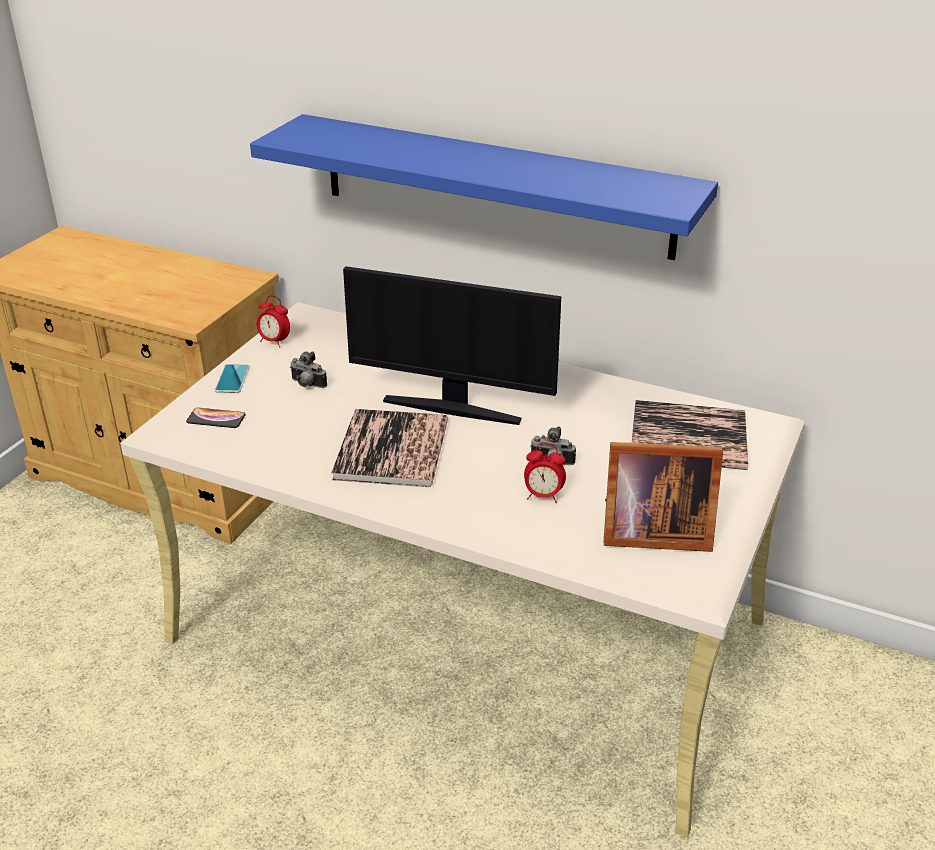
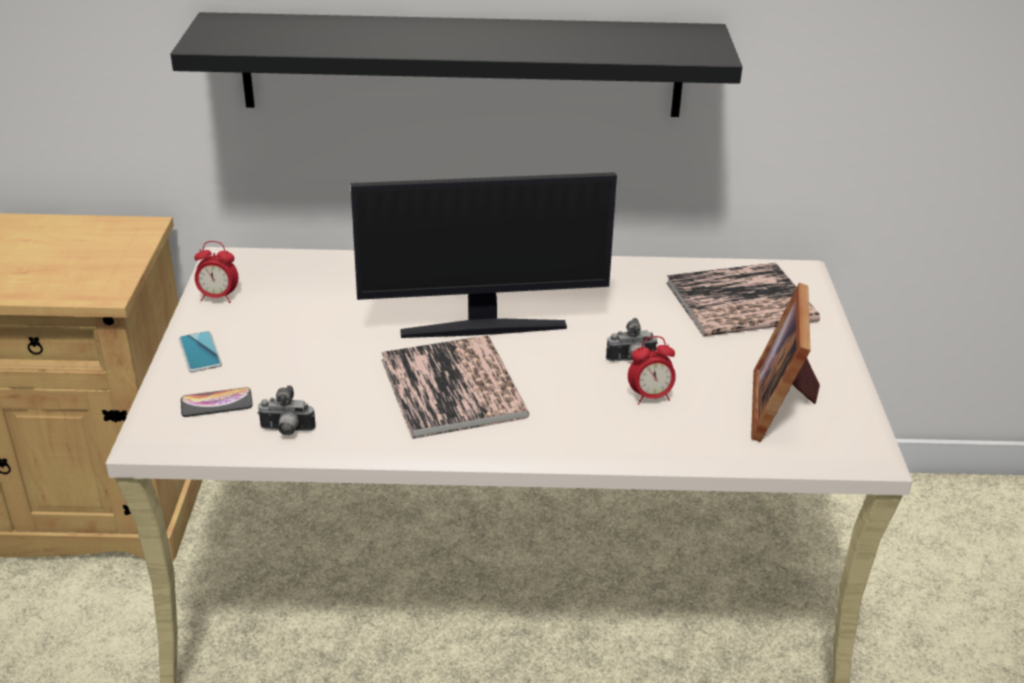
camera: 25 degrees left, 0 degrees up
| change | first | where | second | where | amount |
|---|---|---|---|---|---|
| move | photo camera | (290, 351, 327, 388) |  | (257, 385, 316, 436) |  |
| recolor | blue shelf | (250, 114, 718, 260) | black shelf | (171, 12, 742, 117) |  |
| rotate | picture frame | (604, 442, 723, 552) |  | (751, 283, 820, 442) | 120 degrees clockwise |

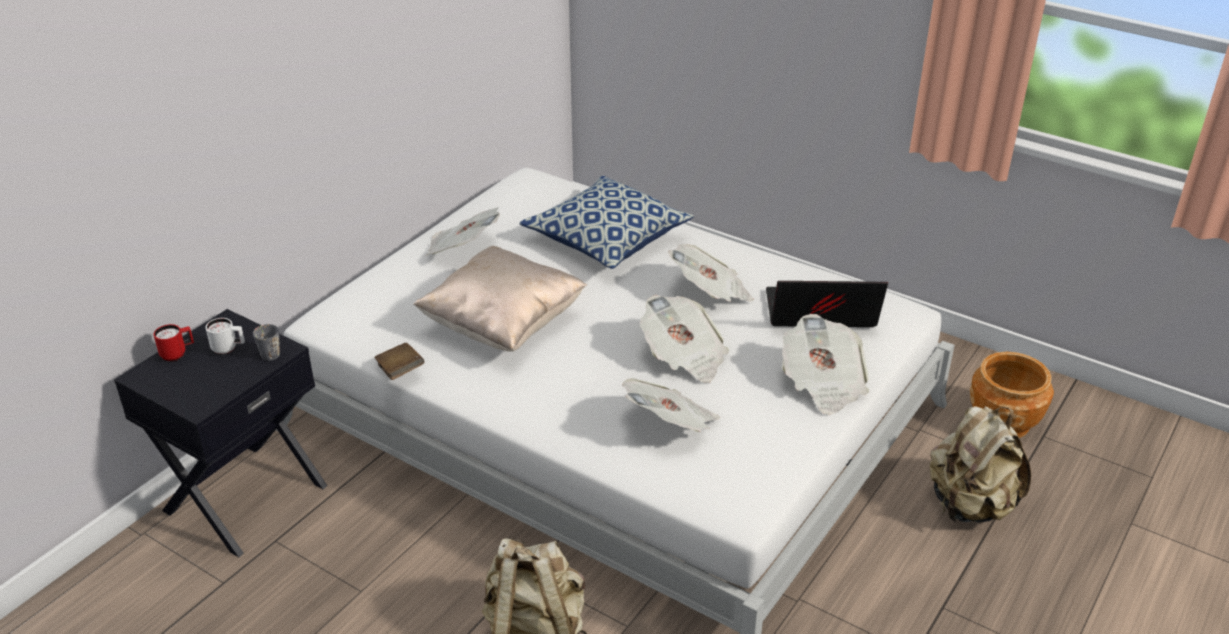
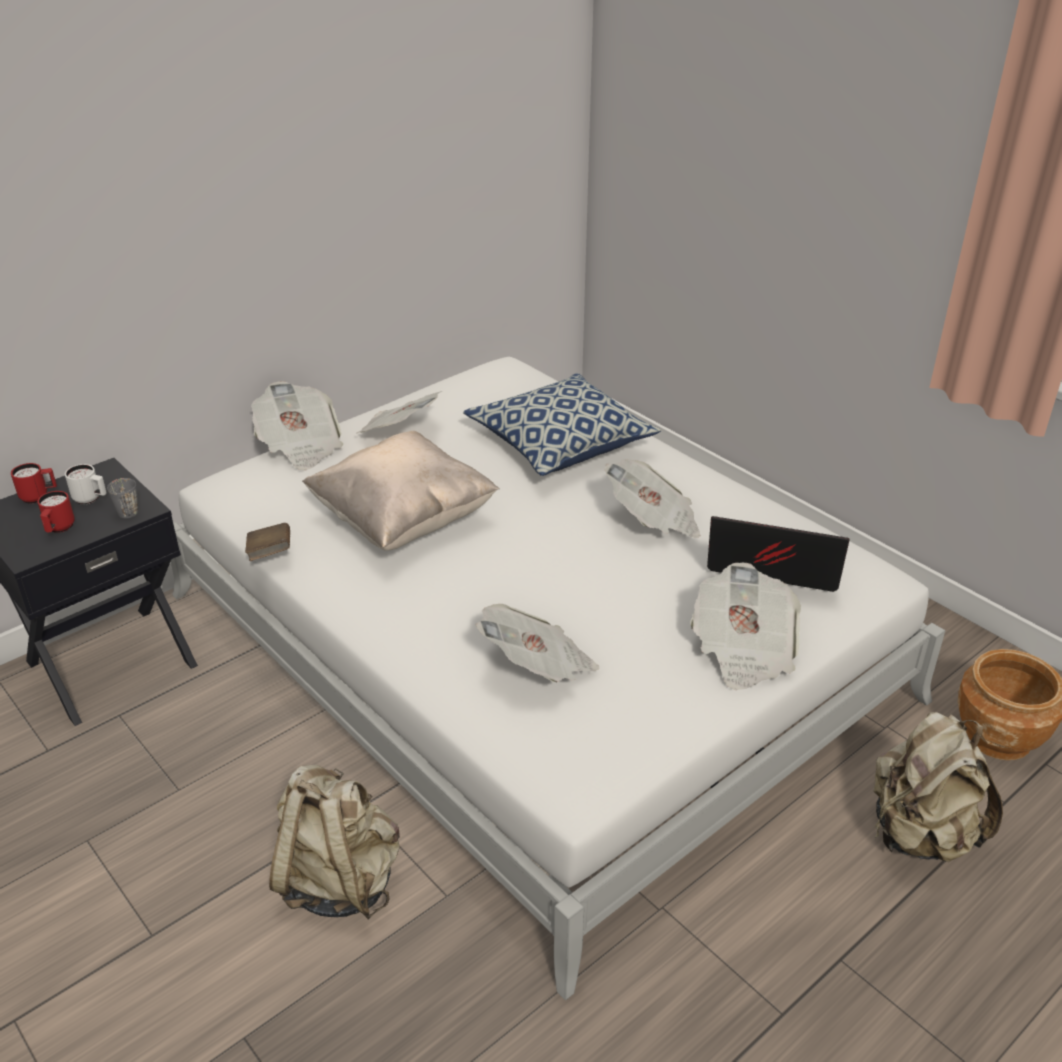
camera: 15 degrees right, 0 degrees up
| change | first | where | second | where | amount |
|---|---|---|---|---|---|
| insert |  |  | red mug | (37, 491, 75, 533) |  |
| move | newspaper | (640, 295, 729, 383) |  | (251, 381, 343, 471) |  |

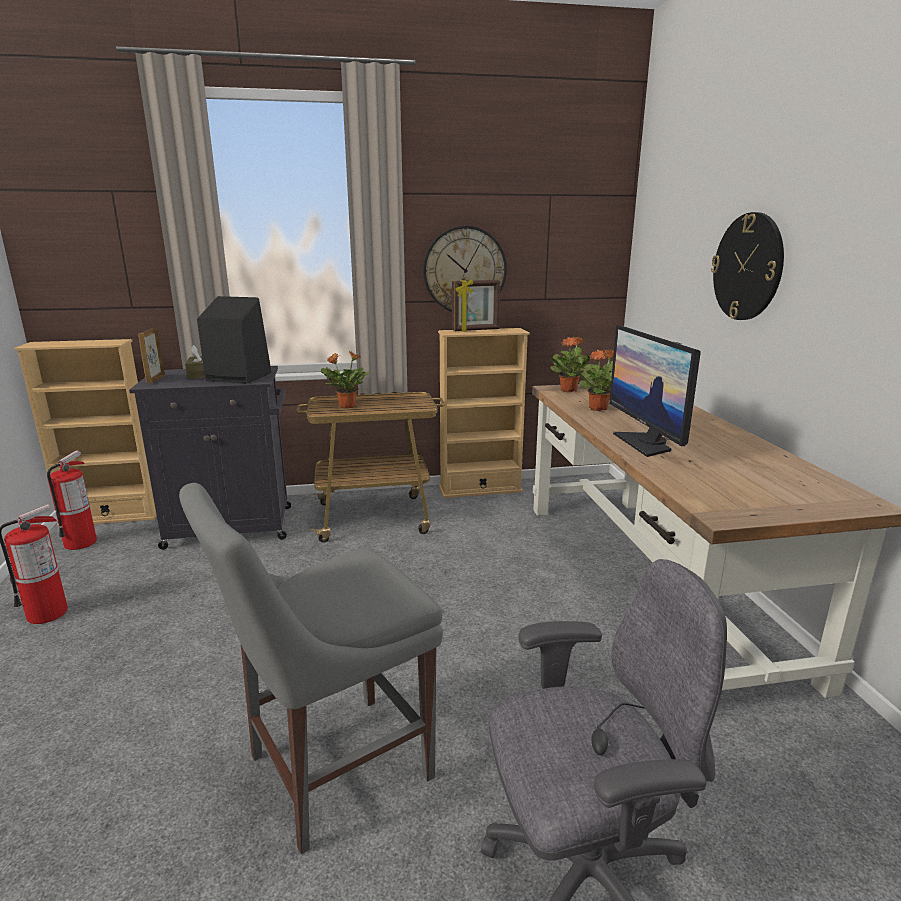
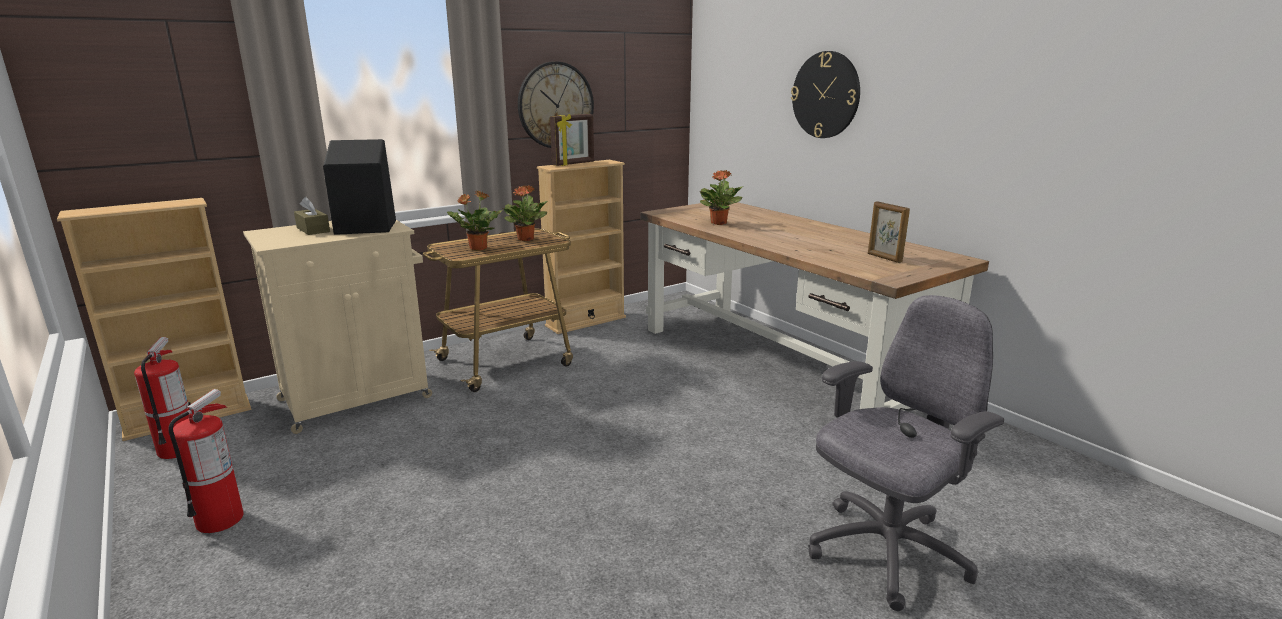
camera: 25 degrees left, 0 degrees up
| change | first | where | second | where | amount |
|---|---|---|---|---|---|
| delete | grey chair | (179, 483, 443, 854) |  |  |  |
| delete | monitor | (609, 325, 701, 457) |  |  |  |
| move | picture frame | (138, 328, 165, 384) |  | (868, 201, 910, 263) |  |
| move | potted plant | (548, 337, 592, 392) |  | (502, 185, 548, 241) |  |
| recolor | black cabinet | (129, 366, 291, 550) | beige cabinet | (243, 220, 432, 434) |  |

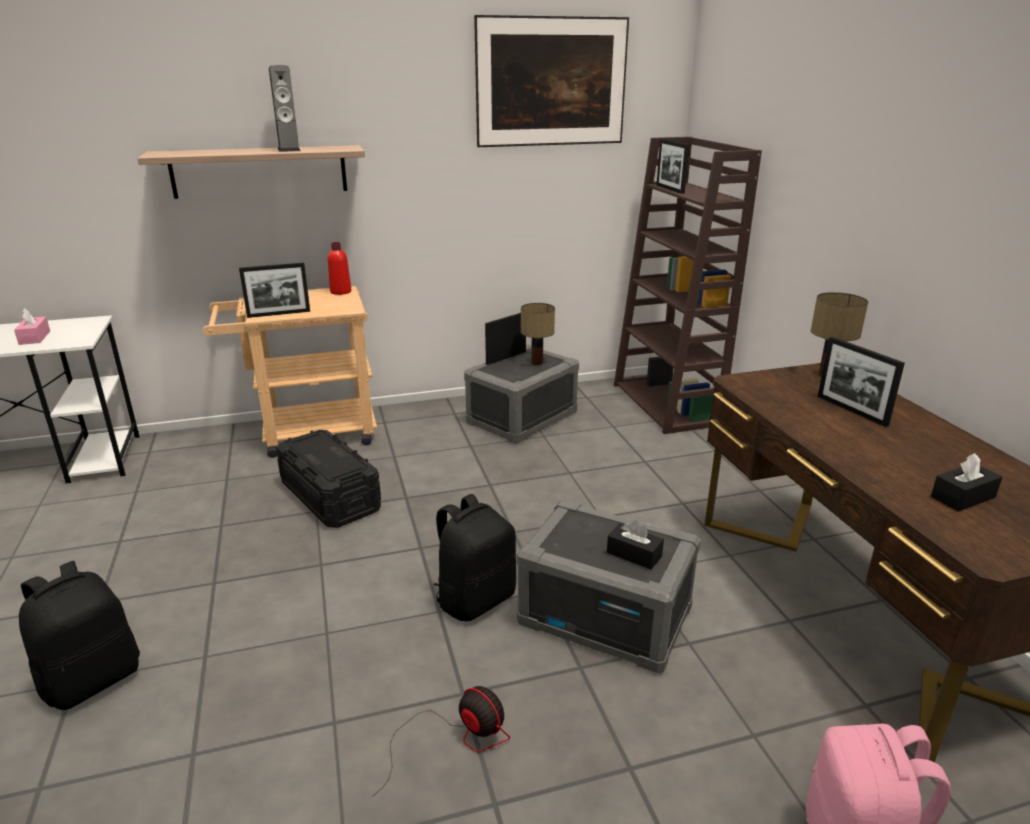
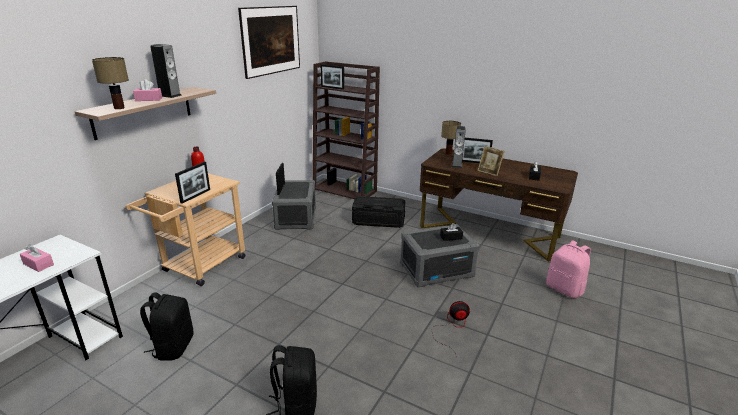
camera: 45 degrees left, 0 degrees up
| change | first | where | second | where | amount |
|---|---|---|---|---|---|
| insert |  |  | pink tissue box | (133, 79, 162, 101) |  |
| insert |  |  | speaker | (452, 126, 465, 168) |  |
| insert |  |  | picture frame | (477, 146, 505, 176) |  |
| move | black storage box | (276, 430, 381, 528) |  | (352, 196, 405, 228) |  |
| move | black backpack | (434, 494, 516, 621) |  | (140, 292, 194, 361) |  |
| move | table lamp | (521, 303, 555, 365) |  | (92, 57, 129, 109) |  |

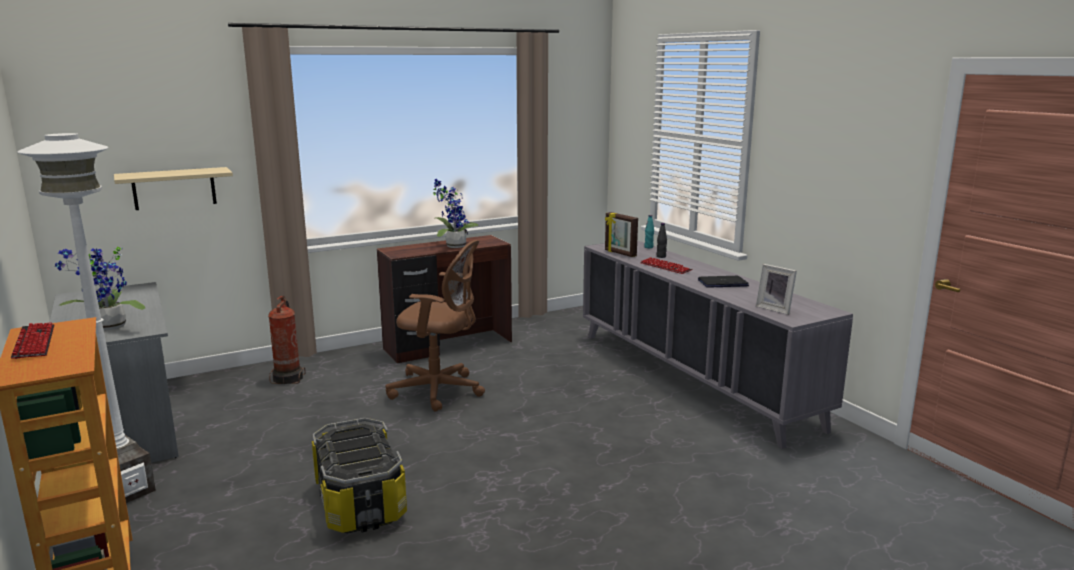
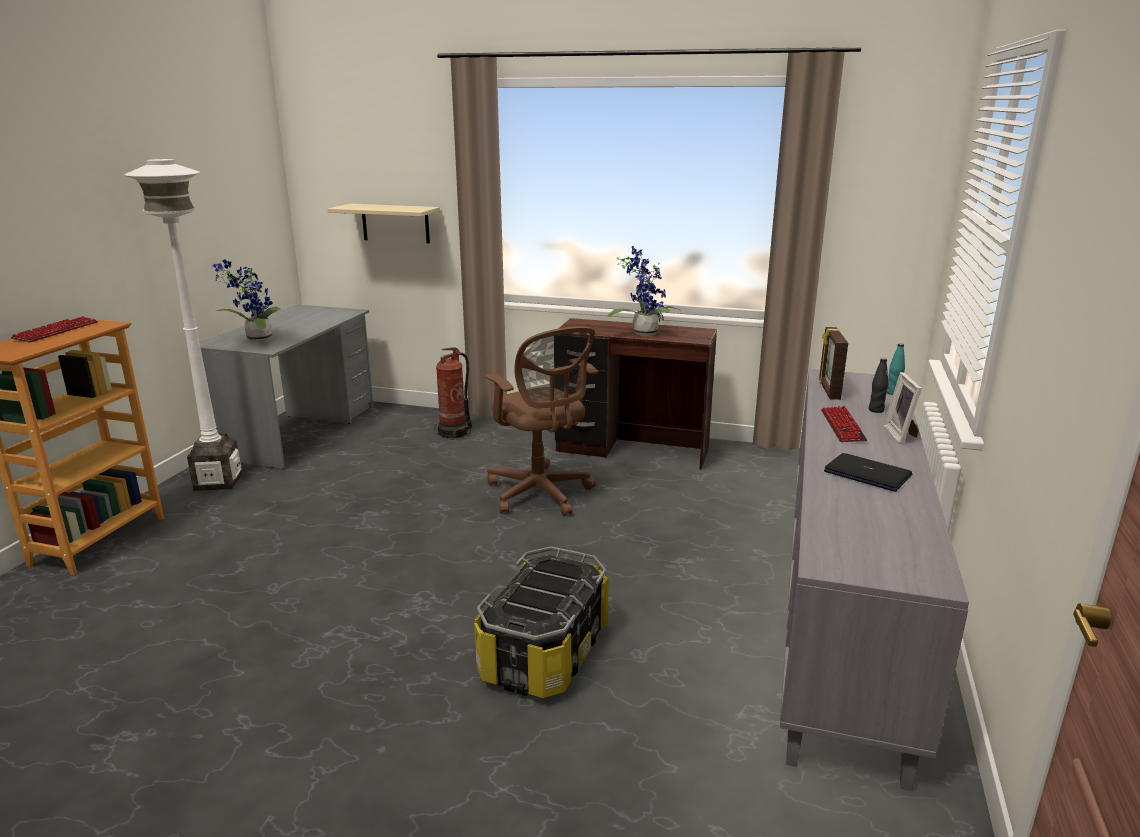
camera: 45 degrees right, 5 degrees up
| change | first | where | second | where | amount |
|---|---|---|---|---|---|
| move | storage box | (312, 418, 407, 533) |  | (474, 546, 609, 698) |  |
| move | picture frame | (756, 264, 797, 315) |  | (883, 372, 922, 444) |  |

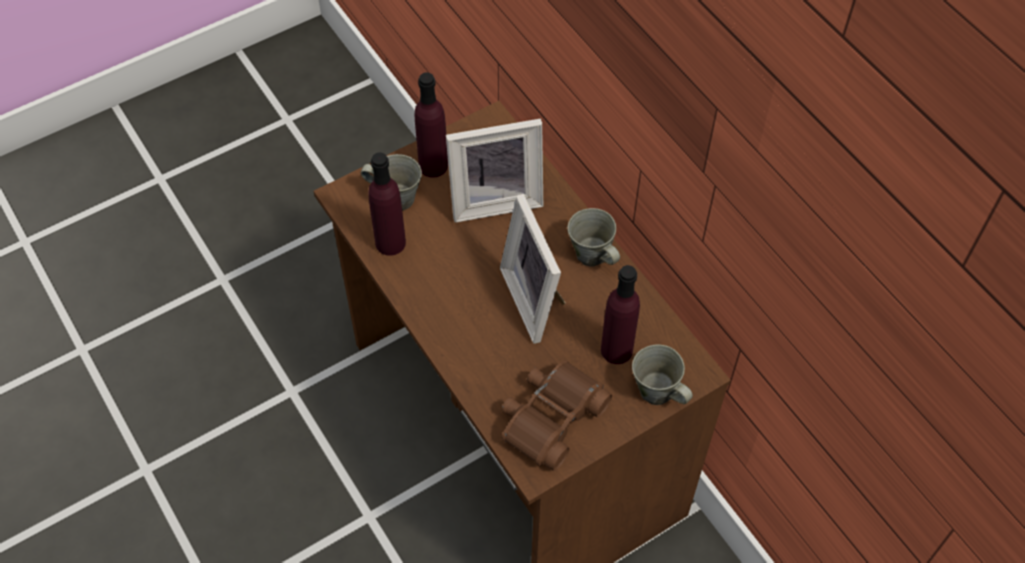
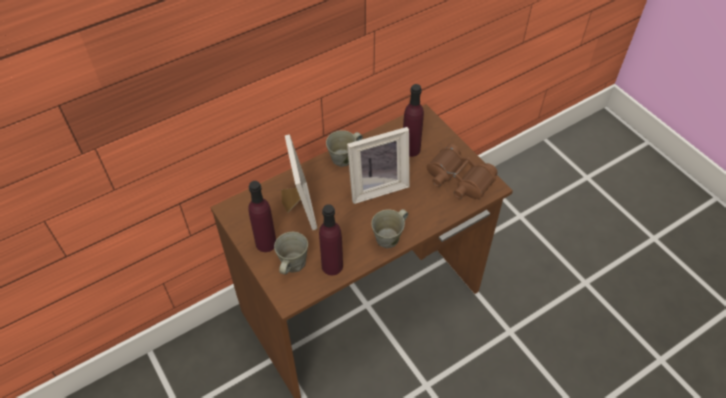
camera: 90 degrees left, 5 degrees down
| change | first | where | second | where | amount |
|---|---|---|---|---|---|
| move | grey mug | (632, 345, 693, 405) |  | (371, 209, 408, 248) |  |

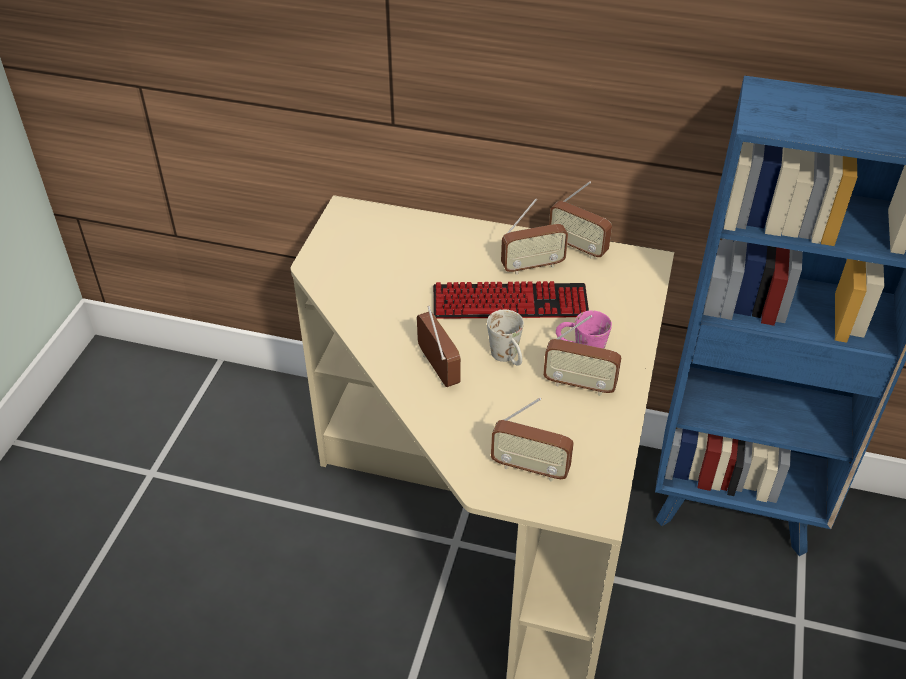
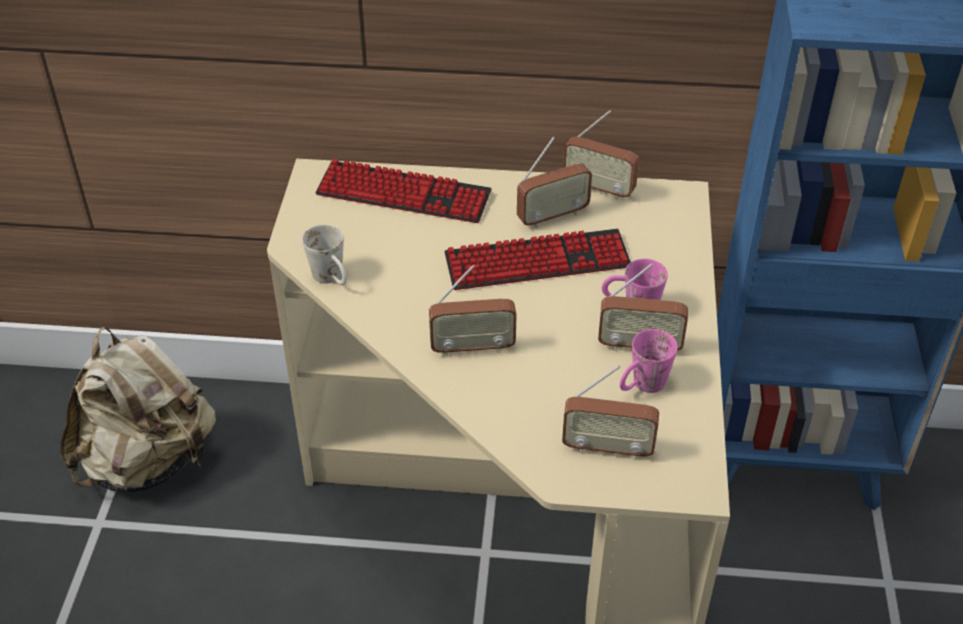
camera: 10 degrees left, 0 degrees up
| change | first | where | second | where | amount |
|---|---|---|---|---|---|
| insert |  |  | beige backpack | (60, 327, 216, 492) |  |
| insert |  |  | keyboard | (315, 159, 492, 223) |  |
| insert |  |  | pink mug | (620, 329, 678, 393) |  |
| move | white mug | (487, 310, 524, 366) |  | (302, 224, 347, 285) |  |
| rotate | radio | (417, 306, 461, 387) |  | (429, 265, 517, 357) | 120 degrees clockwise |

